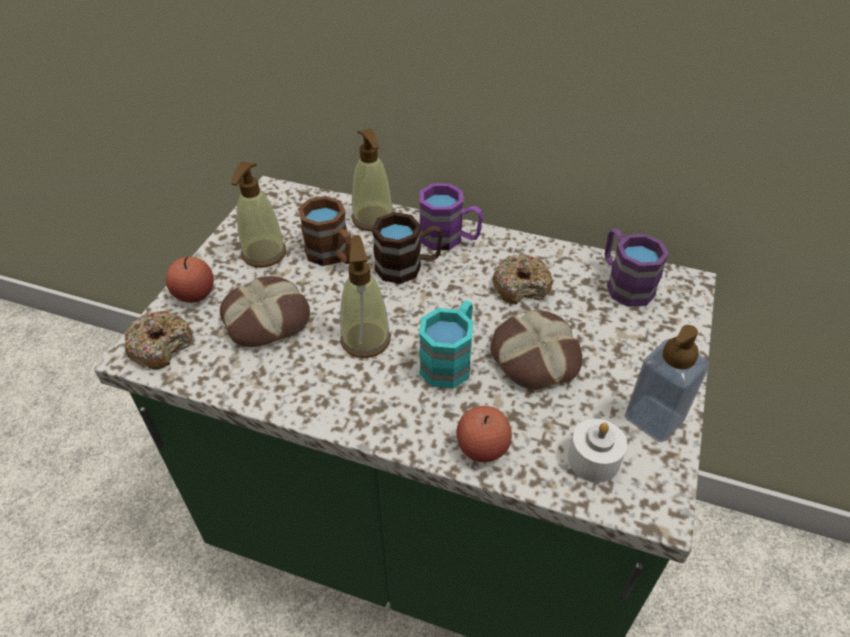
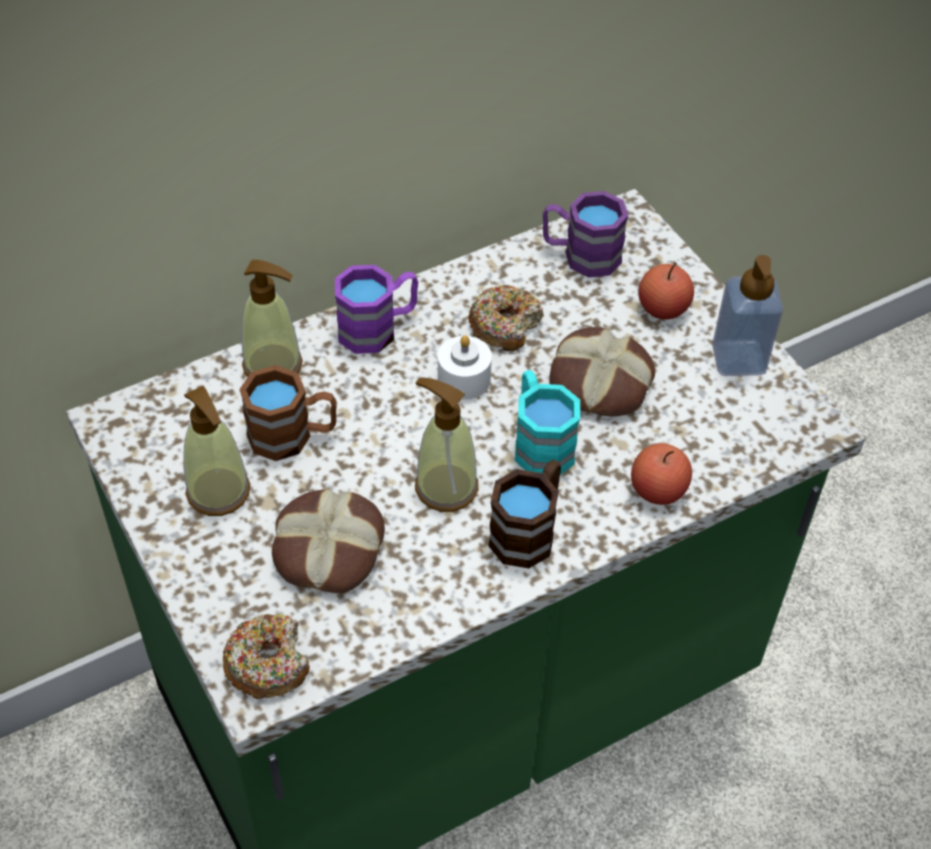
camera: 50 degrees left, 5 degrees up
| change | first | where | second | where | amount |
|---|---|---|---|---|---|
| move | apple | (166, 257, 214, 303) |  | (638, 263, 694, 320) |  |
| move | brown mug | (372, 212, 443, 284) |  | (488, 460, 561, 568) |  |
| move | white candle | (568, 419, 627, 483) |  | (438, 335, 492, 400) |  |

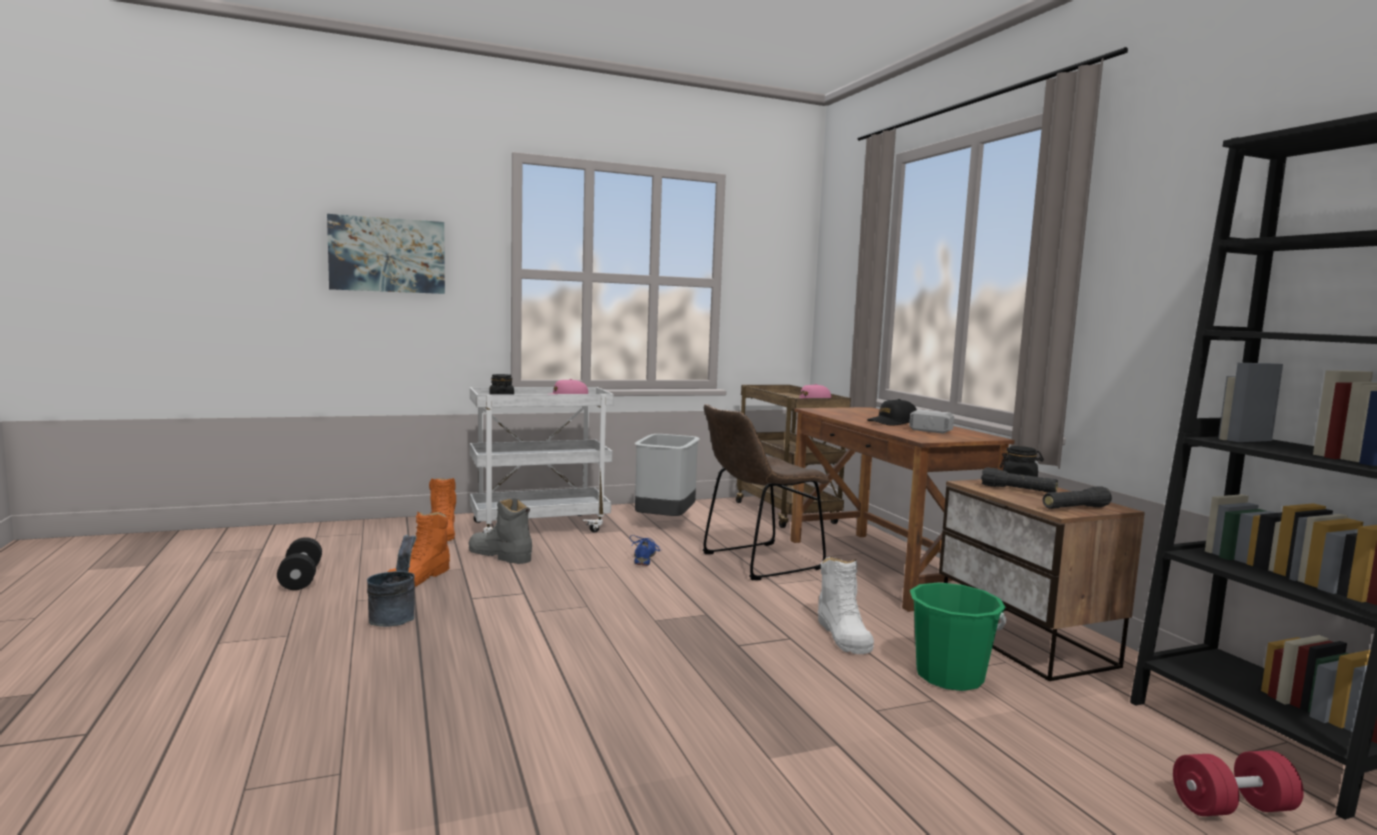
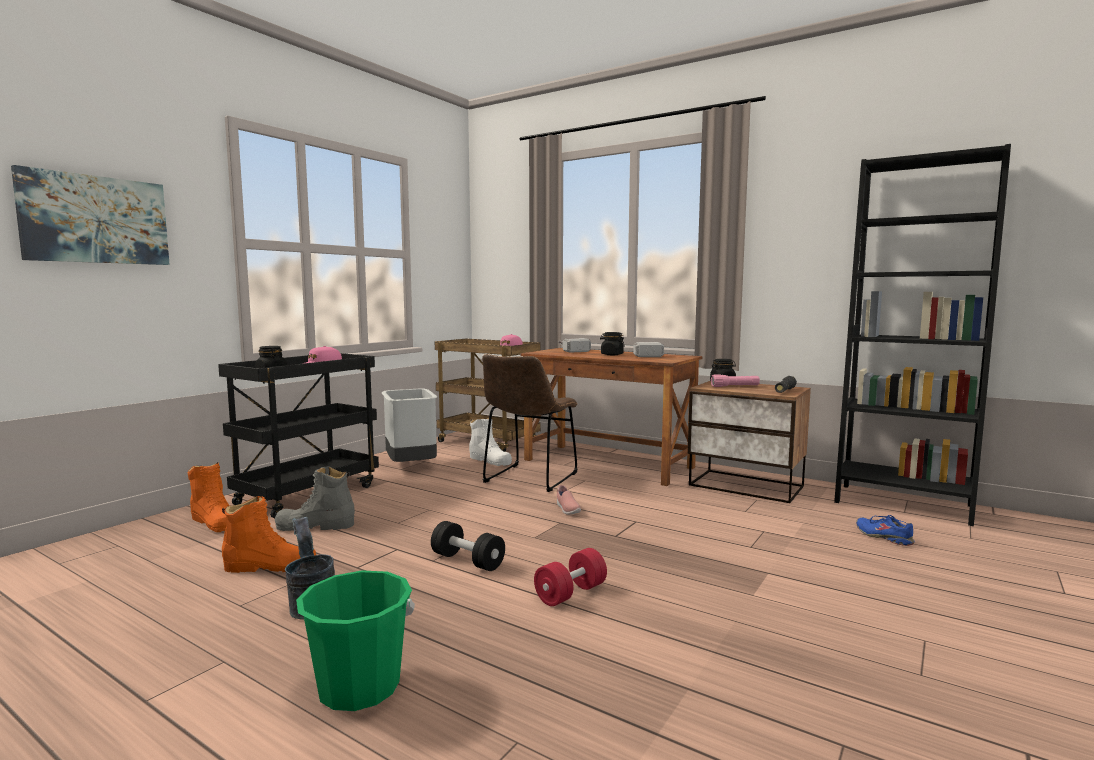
camera: 35 degrees left, 0 degrees up
| change | first | where | second | where | amount |
|---|---|---|---|---|---|
| insert |  |  | pink shoe | (557, 485, 581, 515) |  |
| insert |  |  | hammer | (558, 338, 591, 353) |  |
| move | black dumbbell | (277, 537, 322, 590) |  | (431, 521, 505, 571) |  |
| move | blue shoe | (630, 535, 662, 566) |  | (856, 515, 914, 546) |  |
| move | white boot | (818, 557, 874, 654) |  | (469, 418, 512, 466) |  |
| move | green bucket | (910, 582, 1007, 691) |  | (296, 571, 415, 711) |  |
| move | red dumbbell | (1173, 750, 1304, 816) |  | (534, 548, 607, 606) |  |
| replace | black cap | (867, 399, 917, 426) | black jar | (600, 332, 625, 355) |  |
| recolor | white cart | (470, 387, 614, 534) | black cart | (218, 353, 379, 518) |  |
| recolor | black flashlight | (981, 467, 1058, 493) | pink flashlight | (711, 374, 760, 387) |  |
| rotate | orange boot | (388, 512, 450, 587) |  | (222, 496, 316, 573) | 75 degrees counterclockwise |

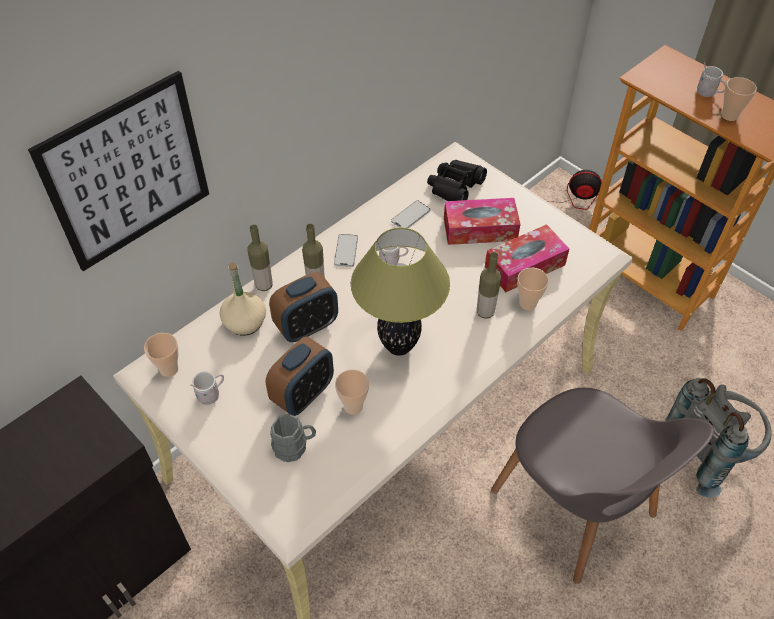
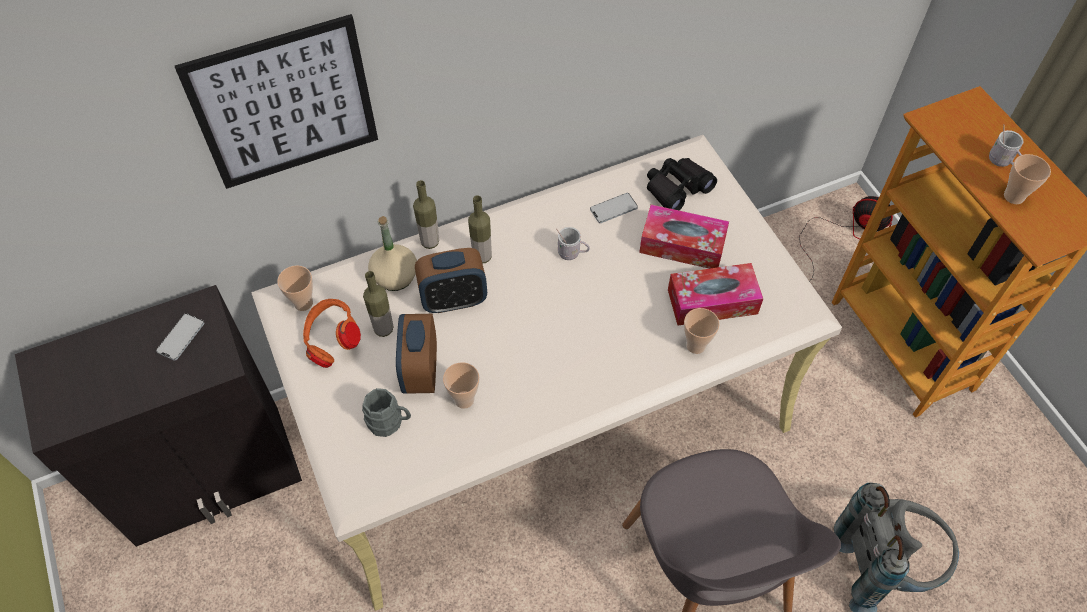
camera: 20 degrees right, 5 degrees up
| change | first | where | second | where | amount |
|---|---|---|---|---|---|
| delete | table lamp | (351, 228, 450, 356) |  |  |  |
| move | phone | (334, 234, 358, 267) |  | (156, 313, 204, 361) |  |
| move | bottle | (477, 252, 501, 319) |  | (363, 271, 393, 337) |  |
| replace | white mug | (191, 371, 224, 405) | orange headphones | (303, 299, 361, 368) |  |
| rotate | alarm clock | (266, 336, 334, 416) |  | (396, 314, 437, 394) | 120 degrees clockwise |

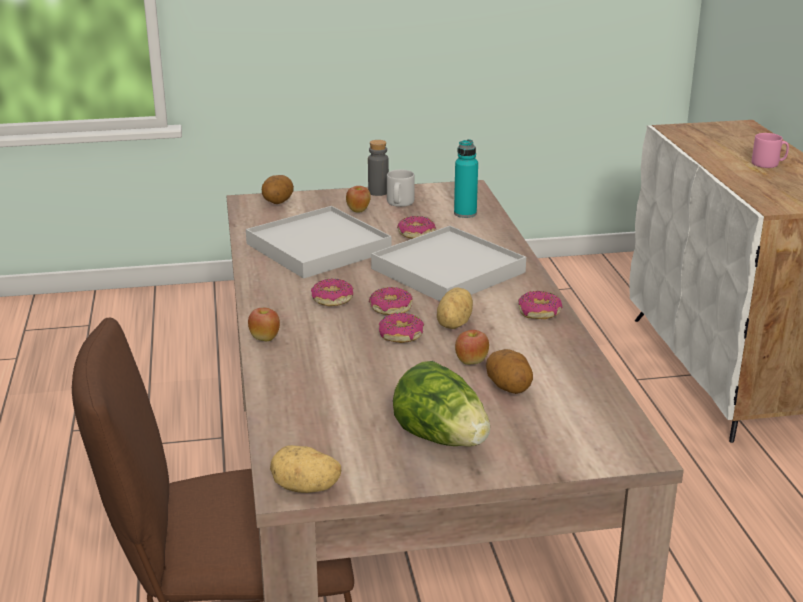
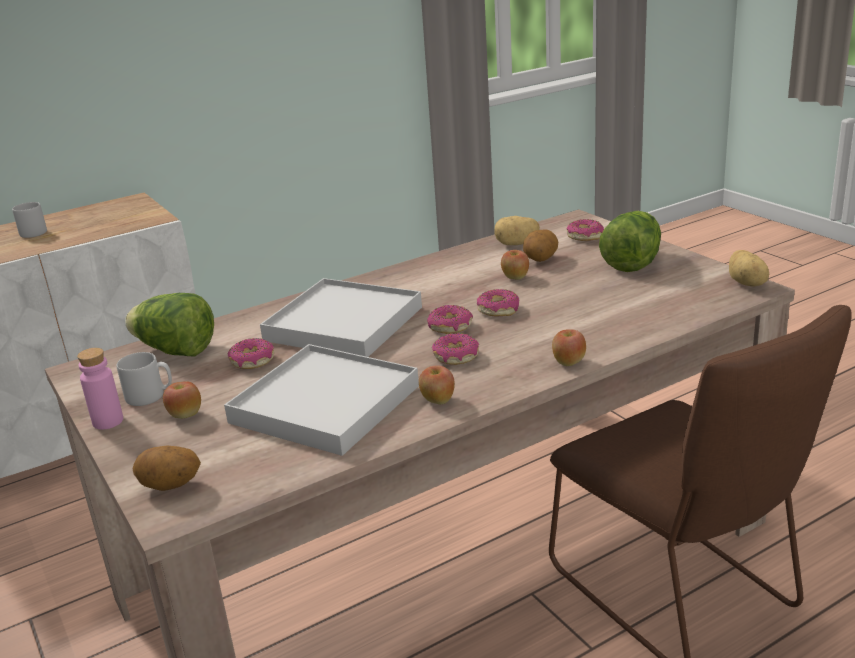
camera: 110 degrees left, 0 degrees up
| change | first | where | second | where | amount |
|---|---|---|---|---|---|
| insert |  |  | apple | (419, 365, 455, 404) |  |
| move | potato | (437, 287, 473, 329) |  | (494, 216, 540, 245) |  |
| move | donut | (518, 291, 562, 319) |  | (566, 219, 604, 241) |  |
| replace | turquoise bottle | (454, 139, 478, 218) | lettuce | (125, 293, 214, 356) |  |
| recolor | grey bottle | (368, 140, 389, 196) | pink bottle | (77, 348, 123, 430) |  |
| recolor | pink mug | (752, 133, 789, 168) | grey mug | (12, 202, 47, 238) |  |

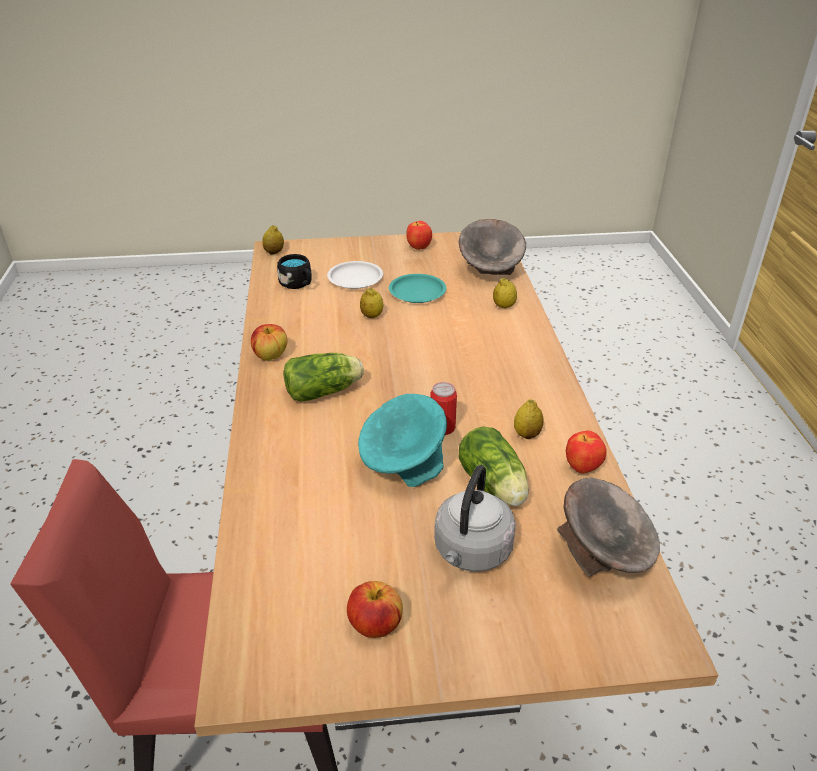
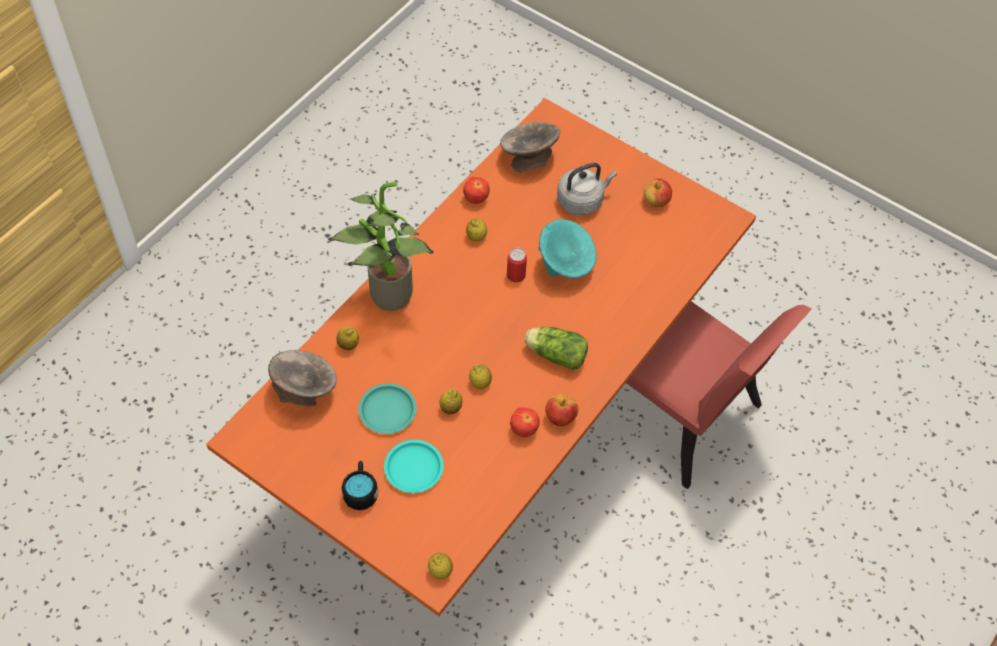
camera: 140 degrees left, 20 degrees up
| change | first | where | second | where | amount |
|---|---|---|---|---|---|
| delete | lettuce | (459, 426, 529, 506) |  |  |  |
| insert |  |  | potted plant | (328, 182, 434, 311) |  |
| insert |  |  | lemon | (469, 364, 492, 389) |  |
| move | black mug | (277, 254, 312, 289) |  | (341, 461, 378, 510) |  |
| move | apple | (406, 221, 432, 250) |  | (510, 408, 540, 437) |  |
| recolor | beige dining table | (194, 232, 718, 737) | orange dining table | (206, 98, 756, 616) |  |
| recolor | white plate | (327, 261, 383, 289) | turquoise plate | (384, 440, 444, 493) |  |

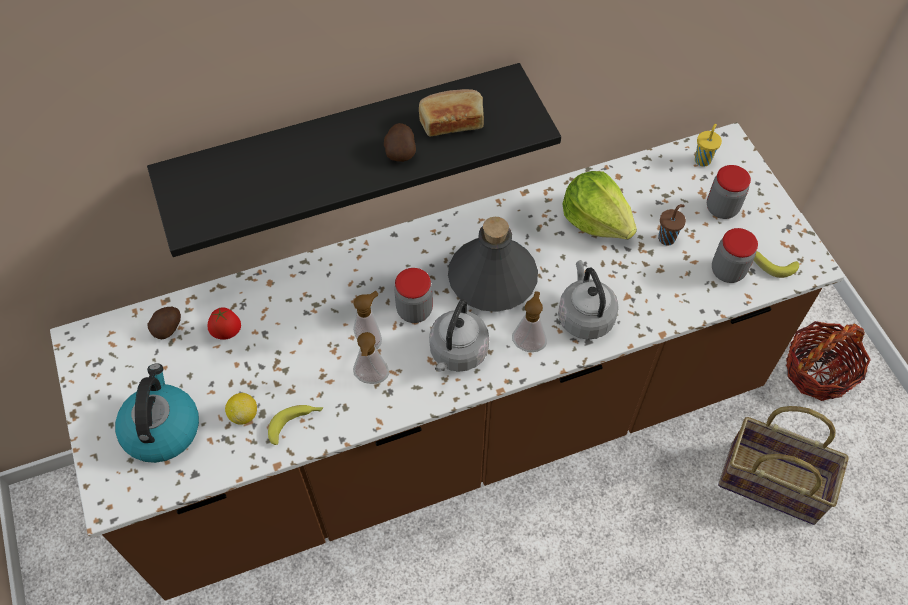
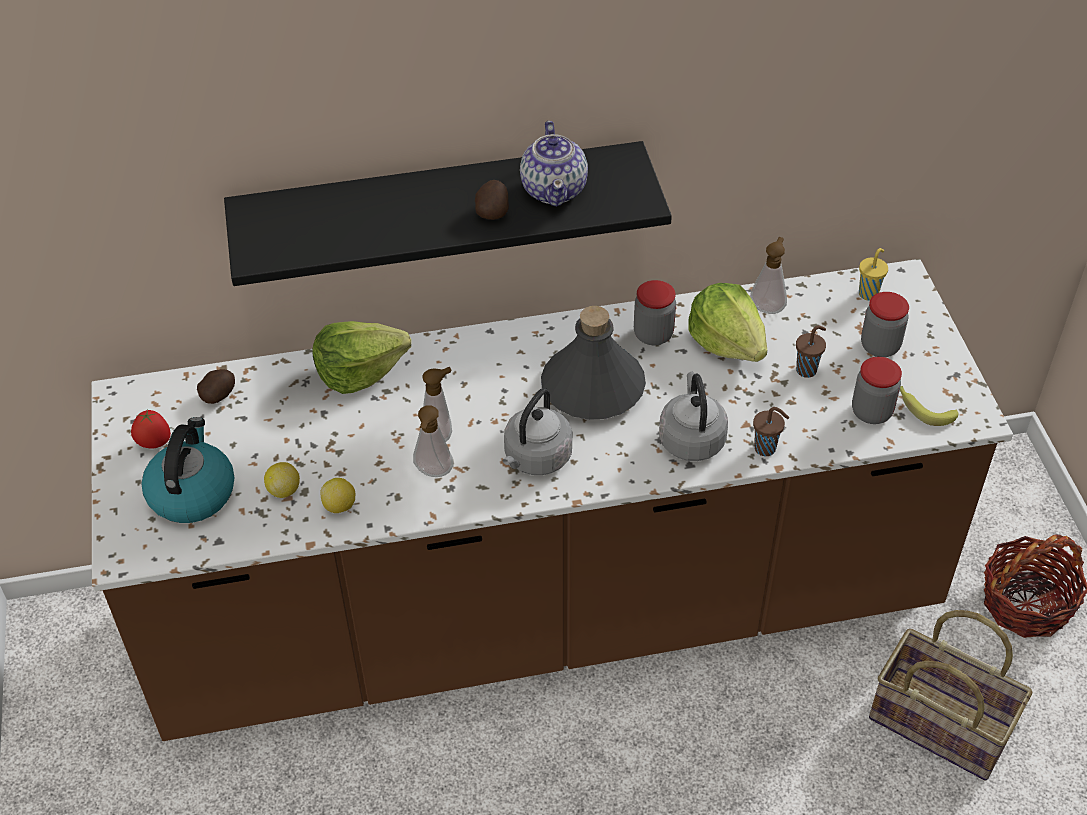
camera: 10 degrees right, 10 degrees down
| change | first | where | second | where | amount |
|---|---|---|---|---|---|
| insert |  |  | lettuce | (312, 321, 411, 394) |  |
| insert |  |  | brown cup | (753, 407, 789, 456) |  |
| move | tomato | (208, 307, 241, 340) |  | (131, 410, 171, 449) |  |
| move | jar | (394, 268, 433, 323) |  | (634, 280, 676, 345) |  |
| move | soap dispenser | (512, 291, 547, 352) |  | (750, 237, 787, 314) |  |
| replace | banana | (268, 405, 323, 445) | lemon | (320, 478, 355, 513) |  |
| replace | bread | (419, 89, 484, 136) | teapot | (520, 121, 588, 207) |  |

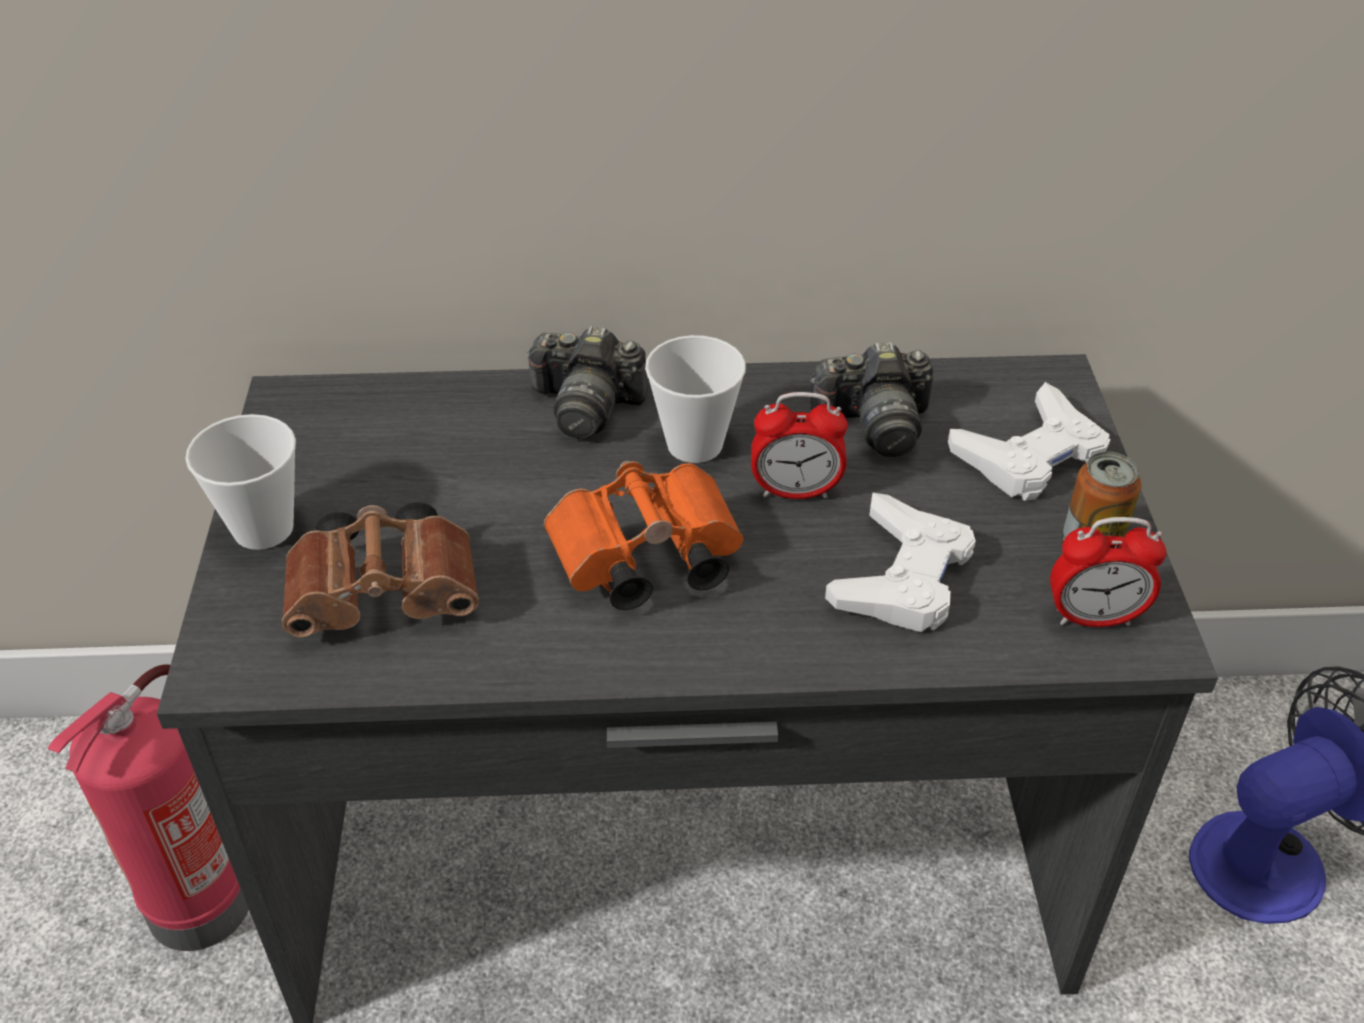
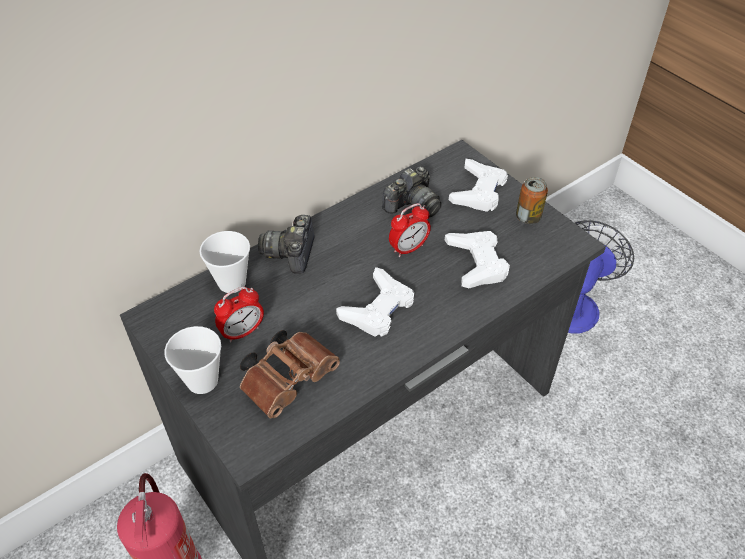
camera: 35 degrees left, 5 degrees up
| change | first | where | second | where | amount |
|---|---|---|---|---|---|
| move | cup | (645, 335, 746, 463) |  | (200, 231, 250, 293) |  |
| move | alarm clock | (1050, 517, 1166, 627) |  | (214, 287, 264, 343) |  |
| replace | orange binoculars | (544, 461, 744, 610) | white game controller | (336, 267, 414, 337) |  |
| rotate | photo camera | (526, 326, 648, 439) |  | (258, 215, 314, 273) | 120 degrees clockwise |

